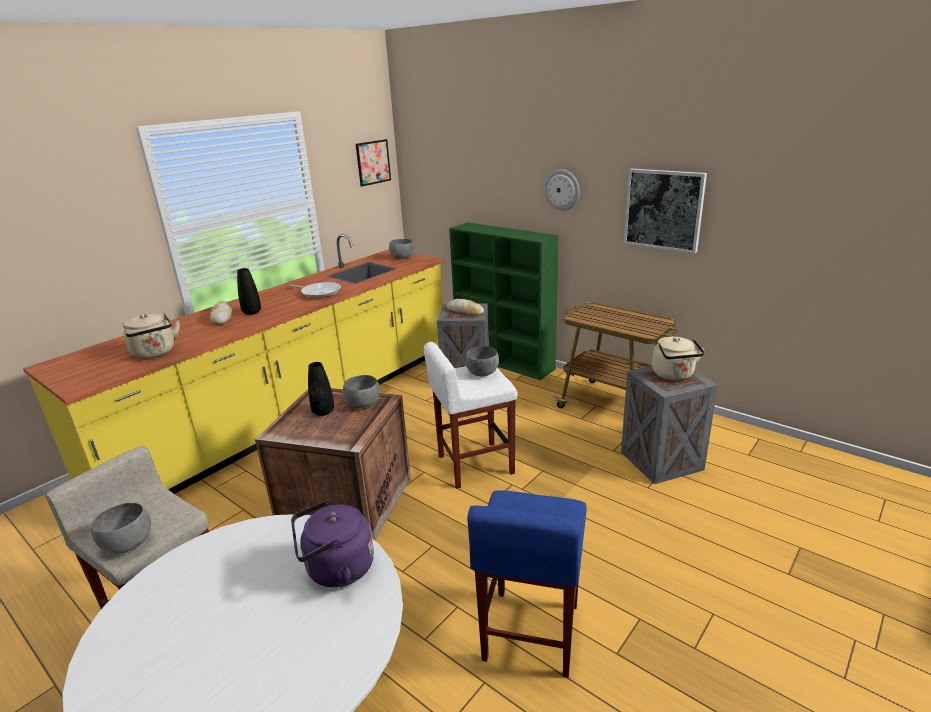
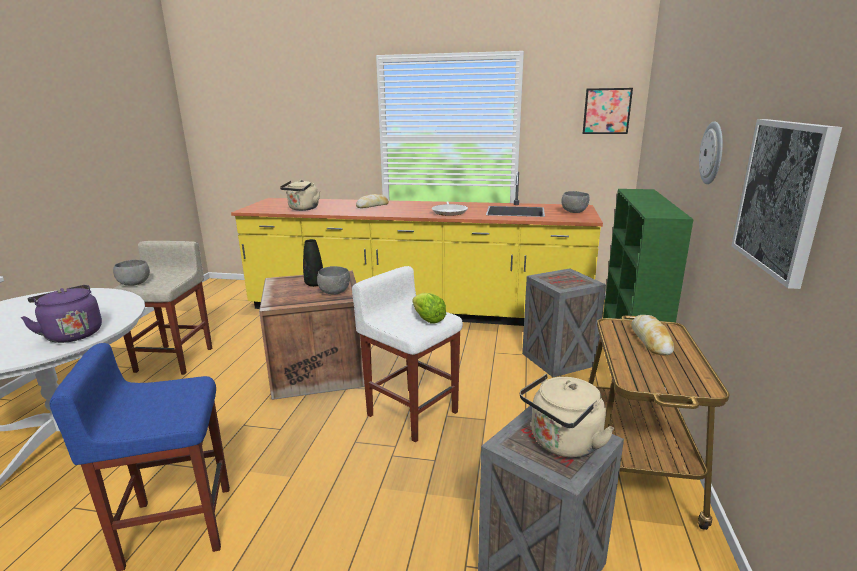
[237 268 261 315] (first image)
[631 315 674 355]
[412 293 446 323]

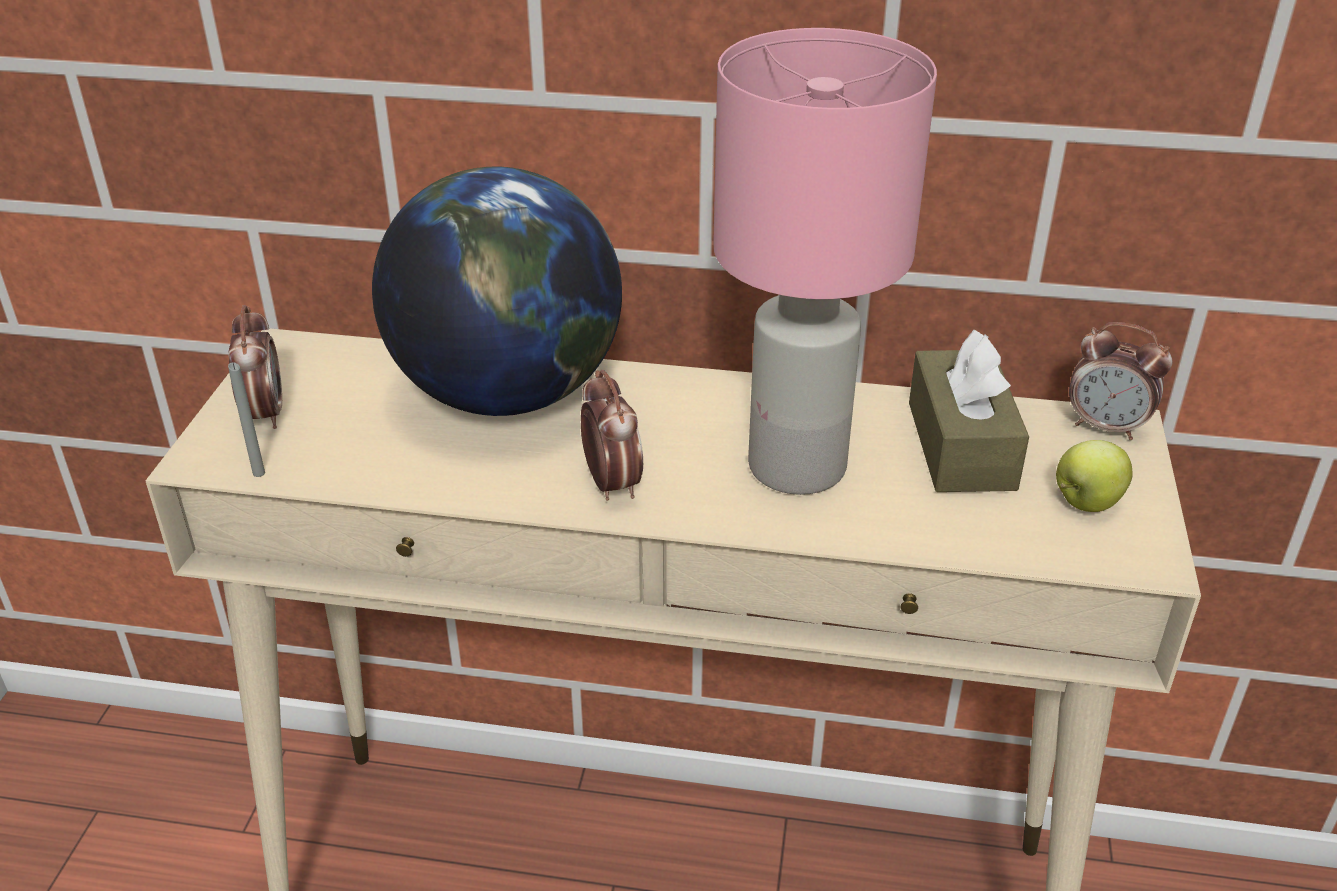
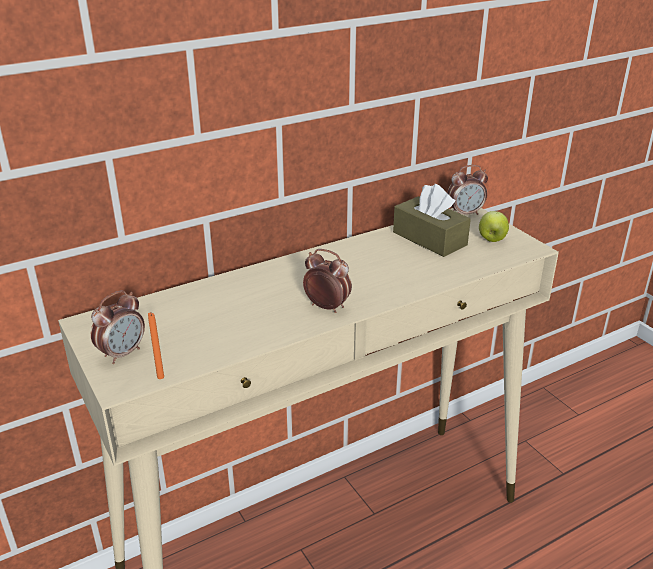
[713 28 937 495] (first image)
[372 166 622 416] (first image)
[91 290 145 364]
[148 313 164 379]

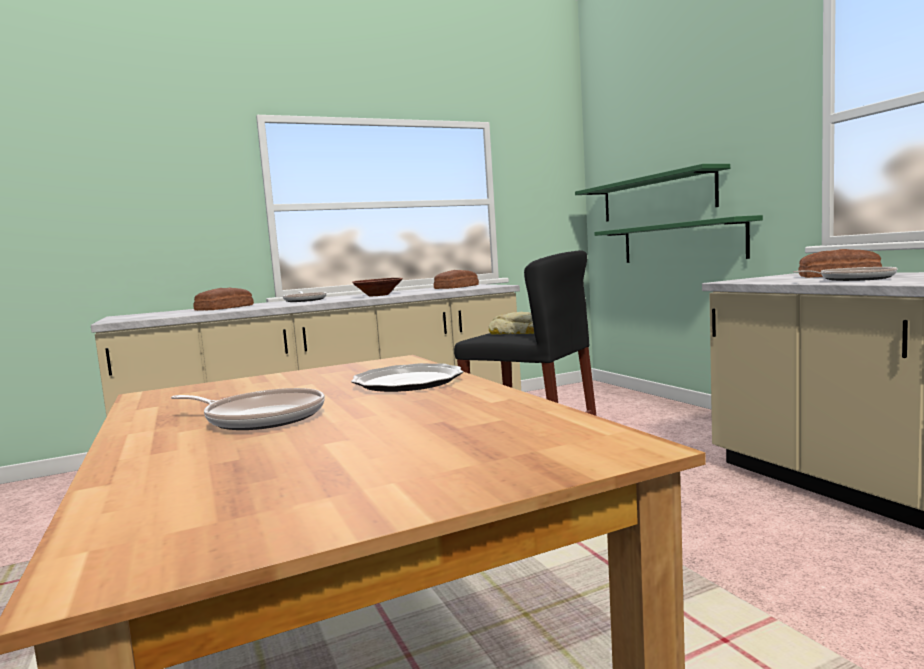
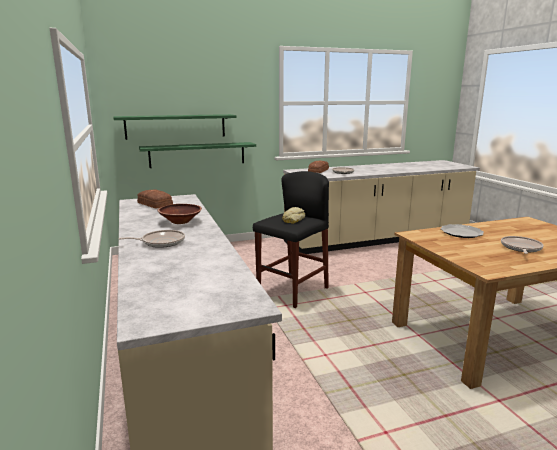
[194 288 254 311] (first image)

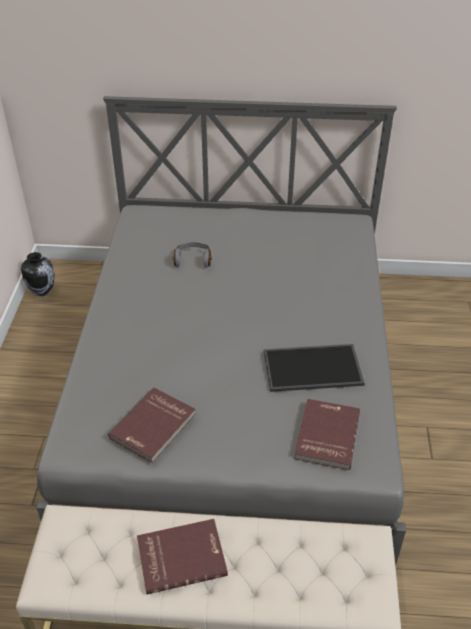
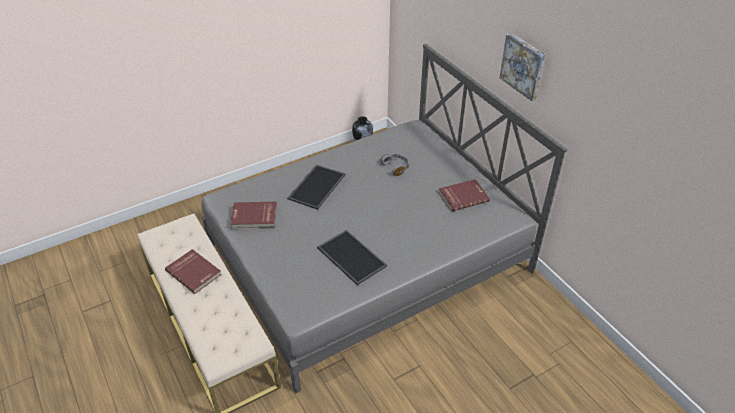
[438 179 490 212]
[500 33 545 101]
[287 164 345 210]

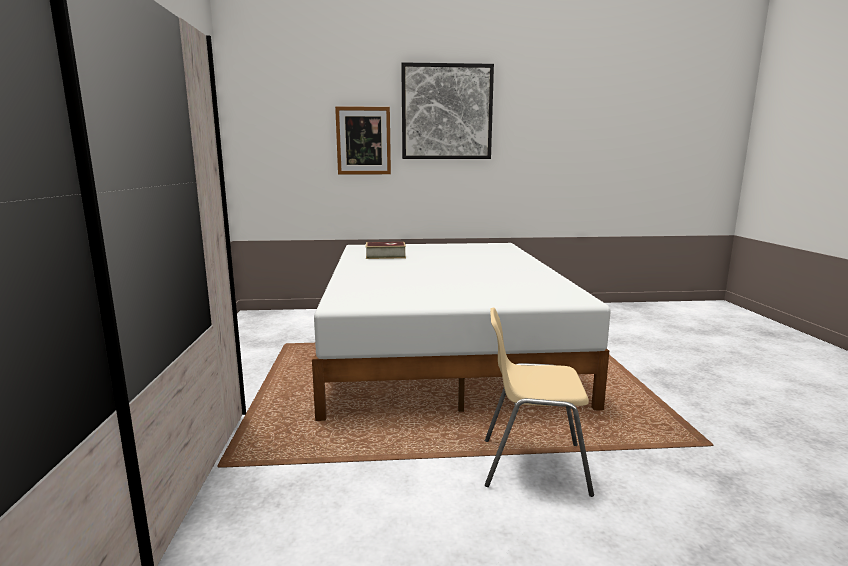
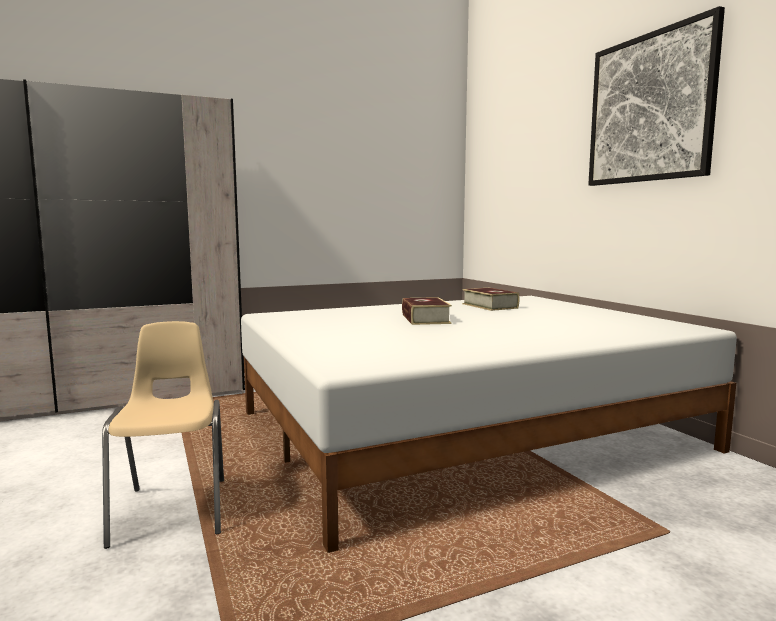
[335 106 391 174] (first image)
[402 297 452 325]

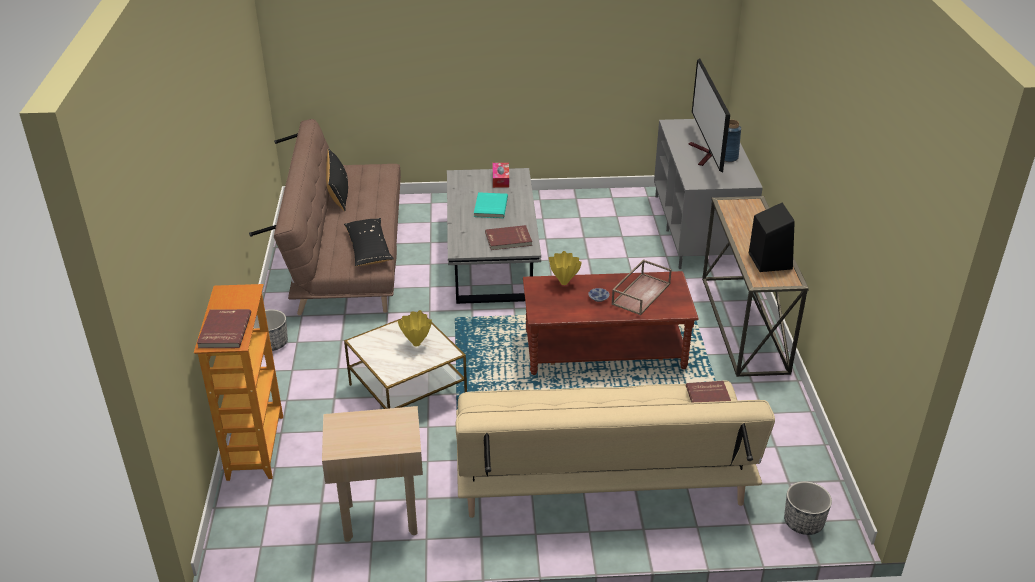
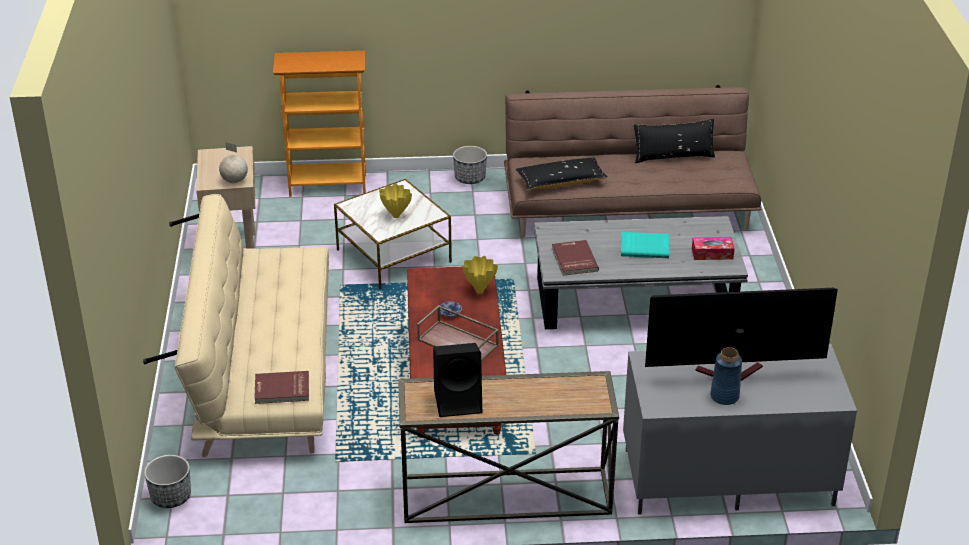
[197 309 251 348] (first image)
[219 142 248 183]

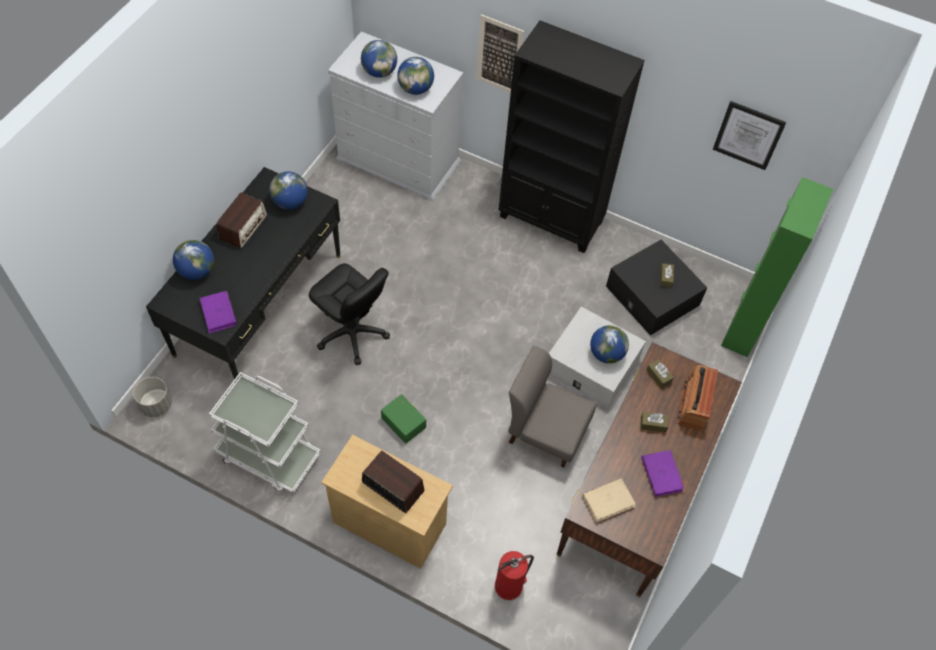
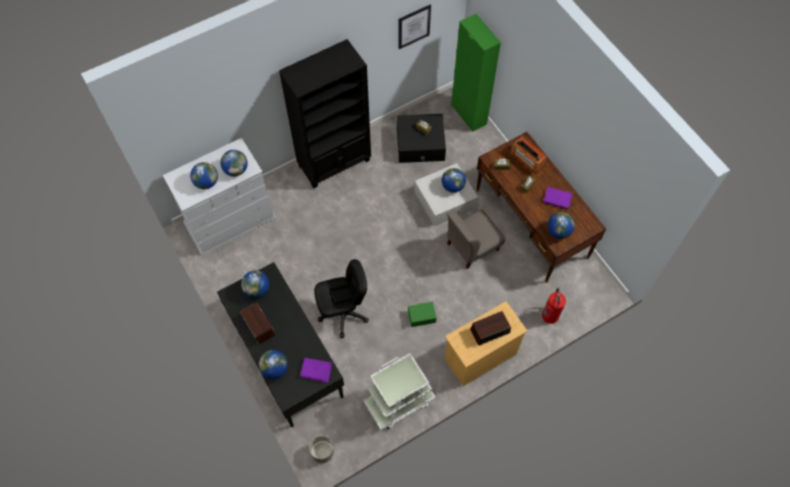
[476 14 524 93] (first image)
[547 212 574 239]

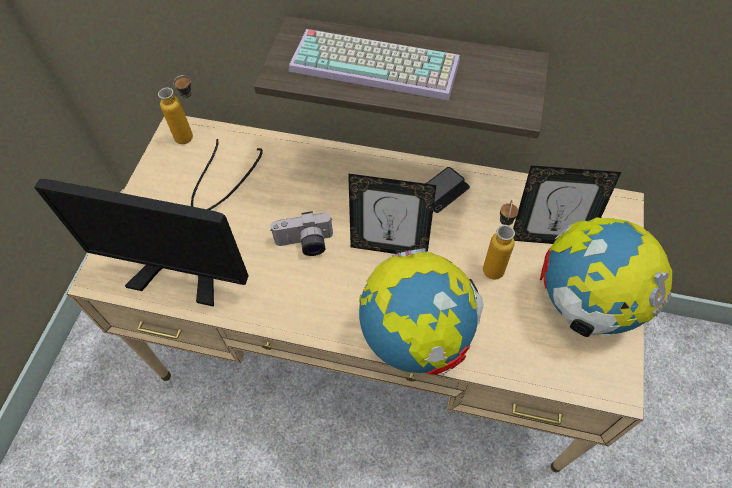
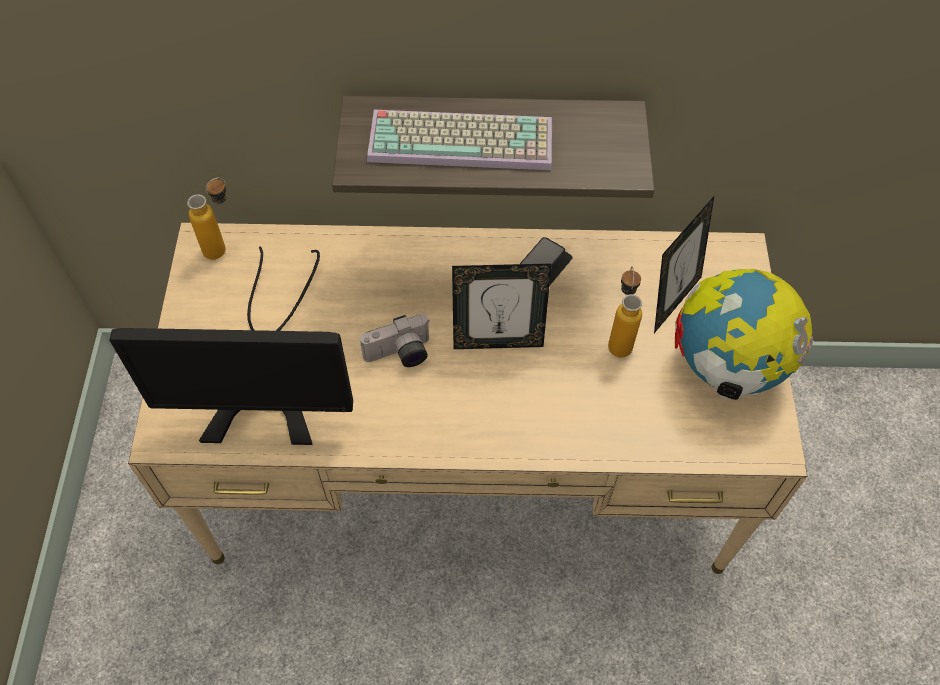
[654 195 715 333]
[359 248 484 375] (first image)

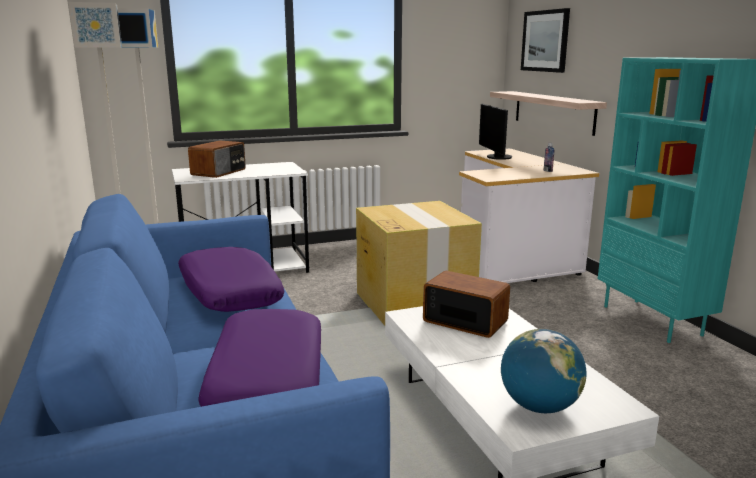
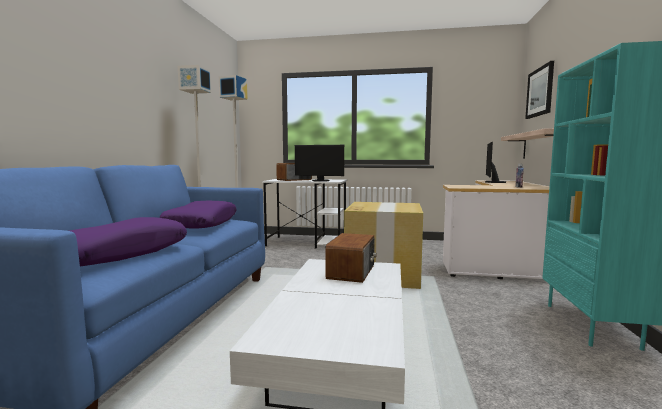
[325 233 377 283]
[501 329 587 413] (first image)
[295 145 344 182]

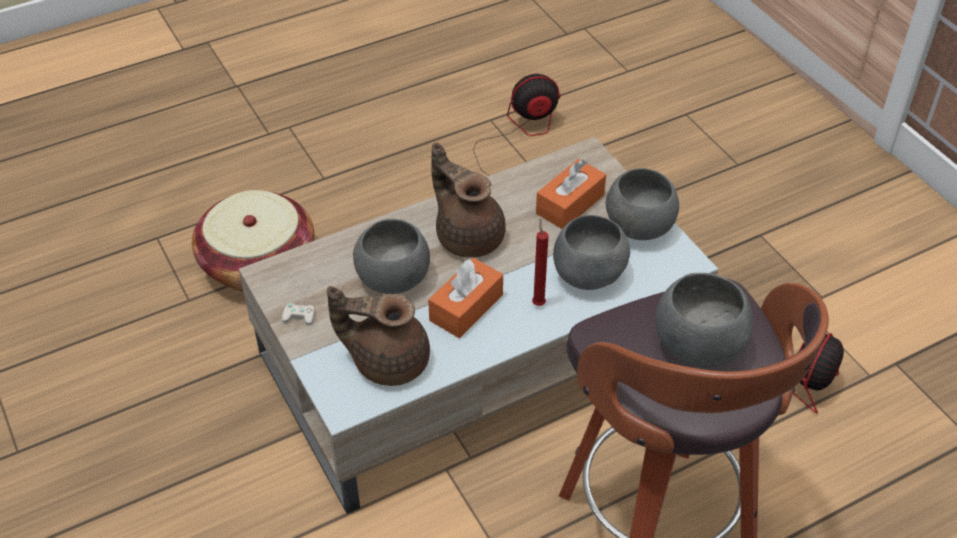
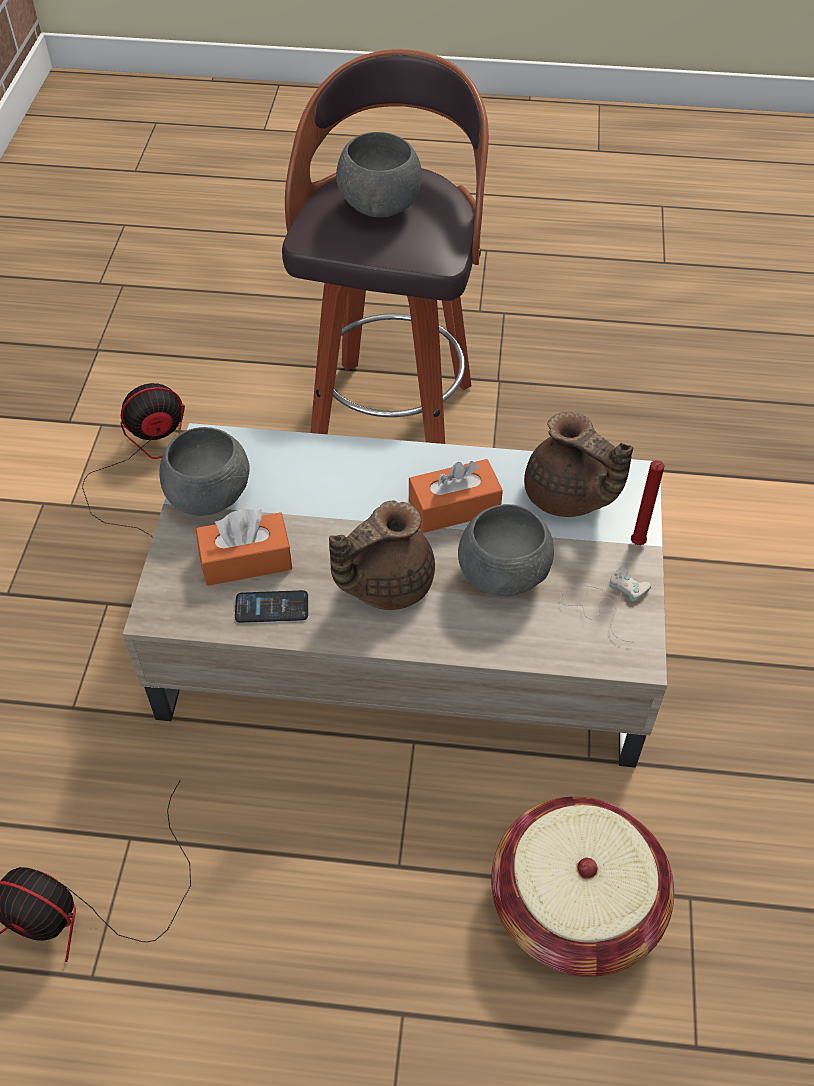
[329 500 435 610]
[553 215 630 290] (first image)
[631 460 665 545]
[235 590 308 623]

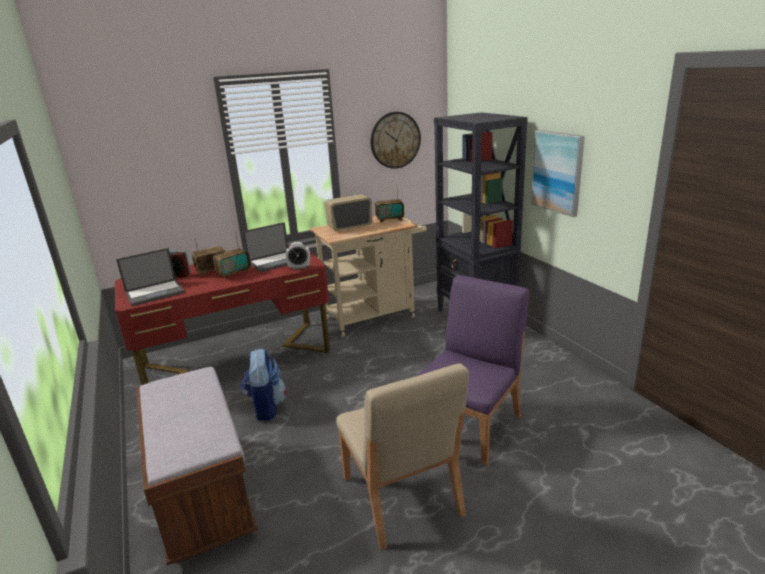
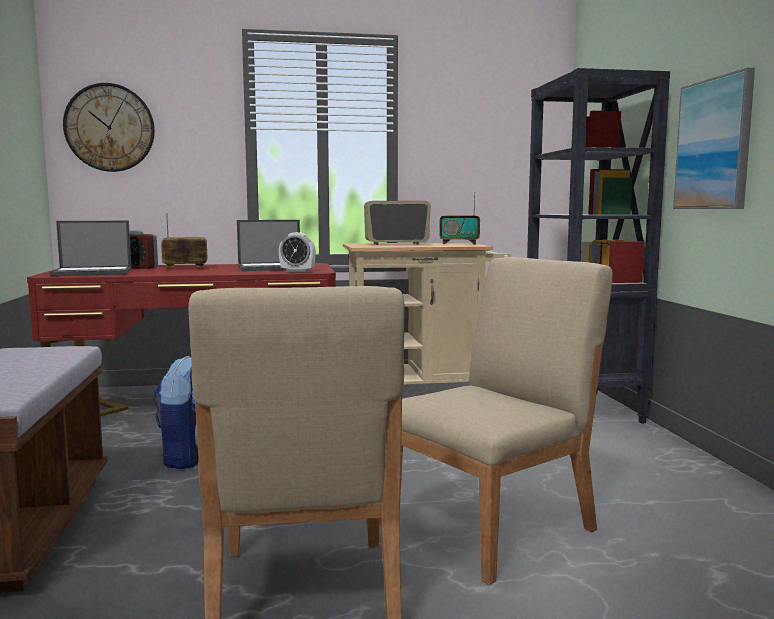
[63 83 155 172]
[213 232 251 279] (first image)
[400 257 613 585]

